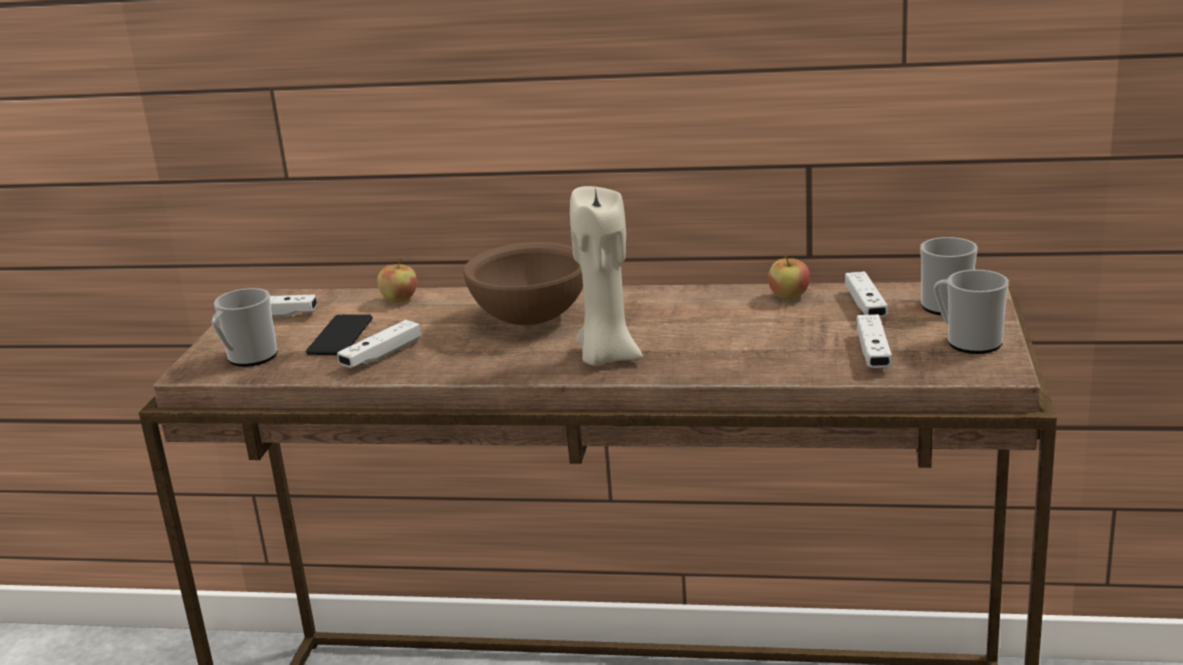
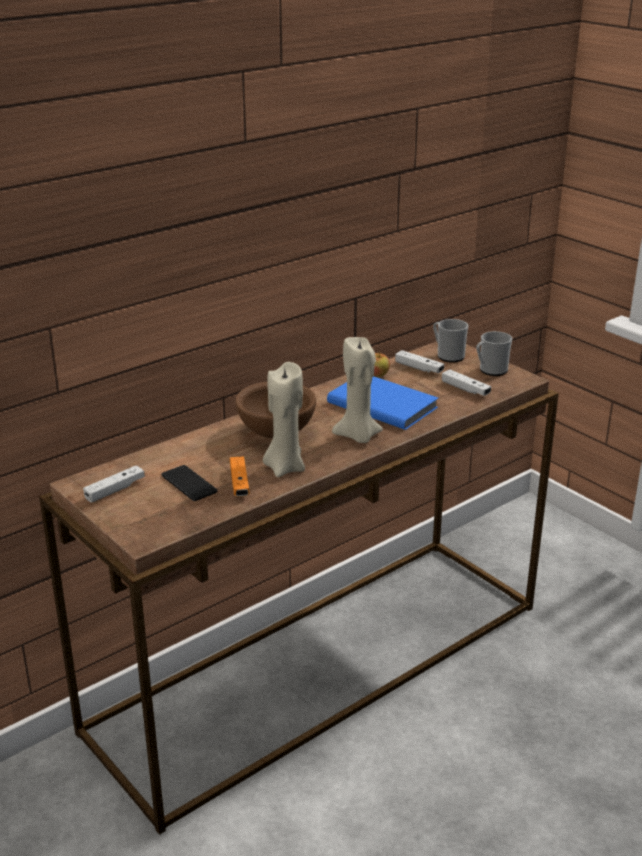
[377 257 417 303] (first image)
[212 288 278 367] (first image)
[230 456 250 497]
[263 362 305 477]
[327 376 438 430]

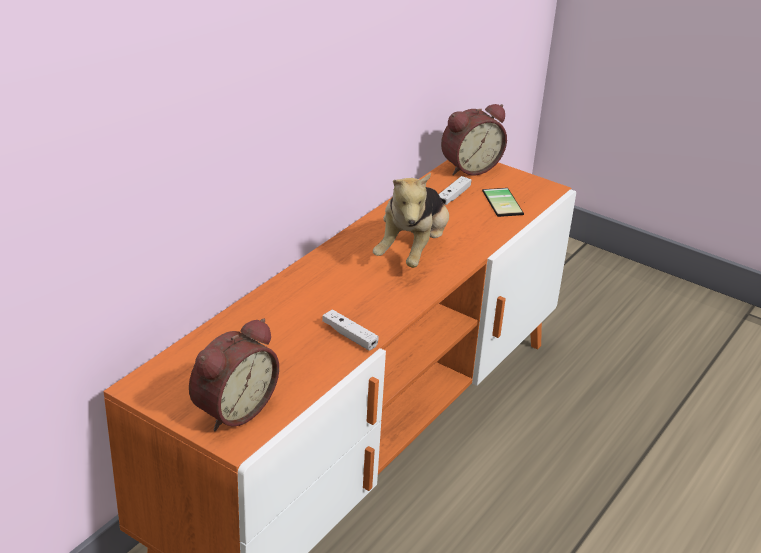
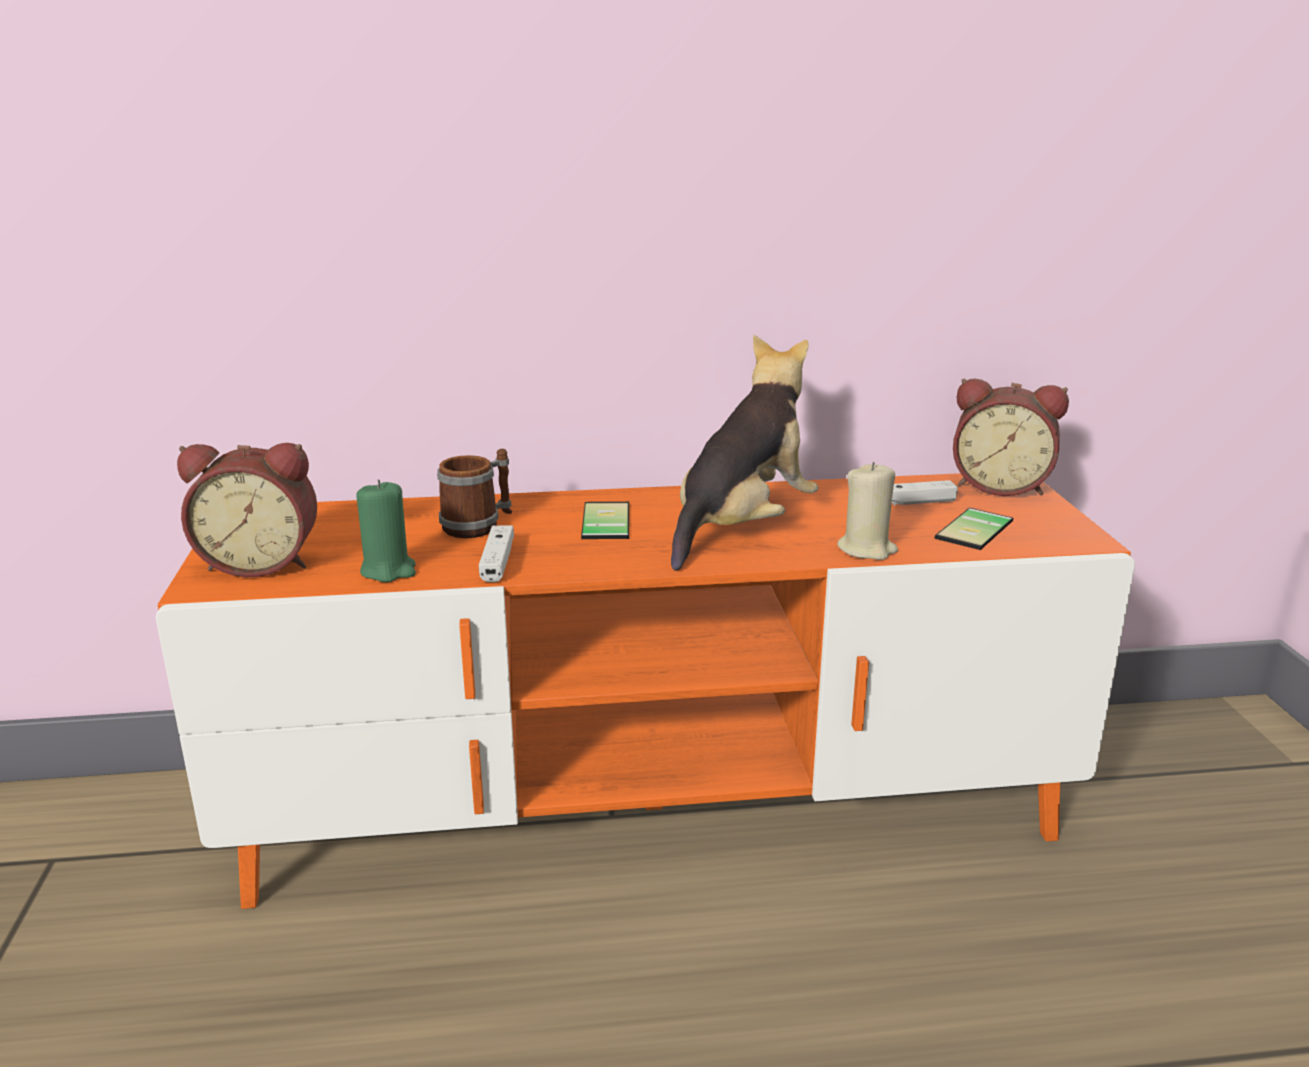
[671 335 818 571]
[437 449 512 538]
[837 462 898 560]
[356 479 416 583]
[573 502 629 539]

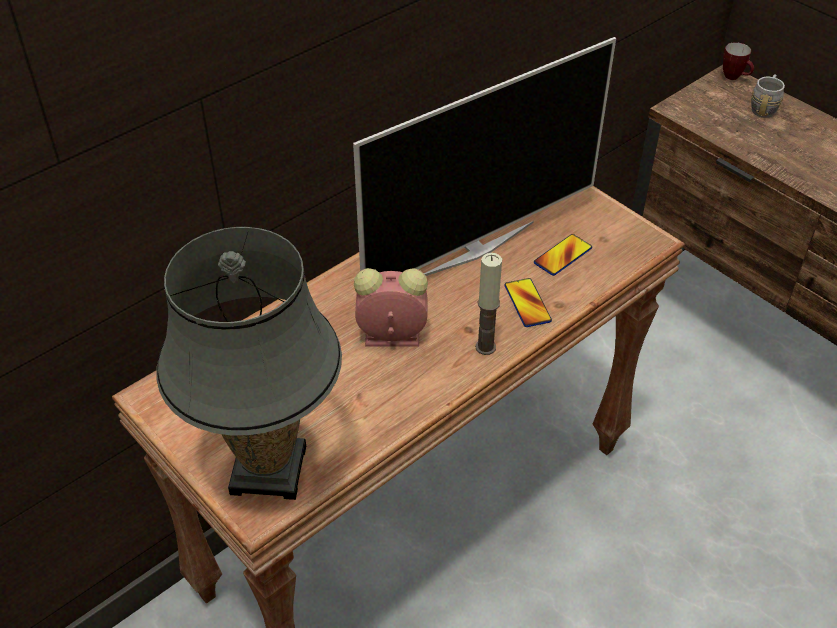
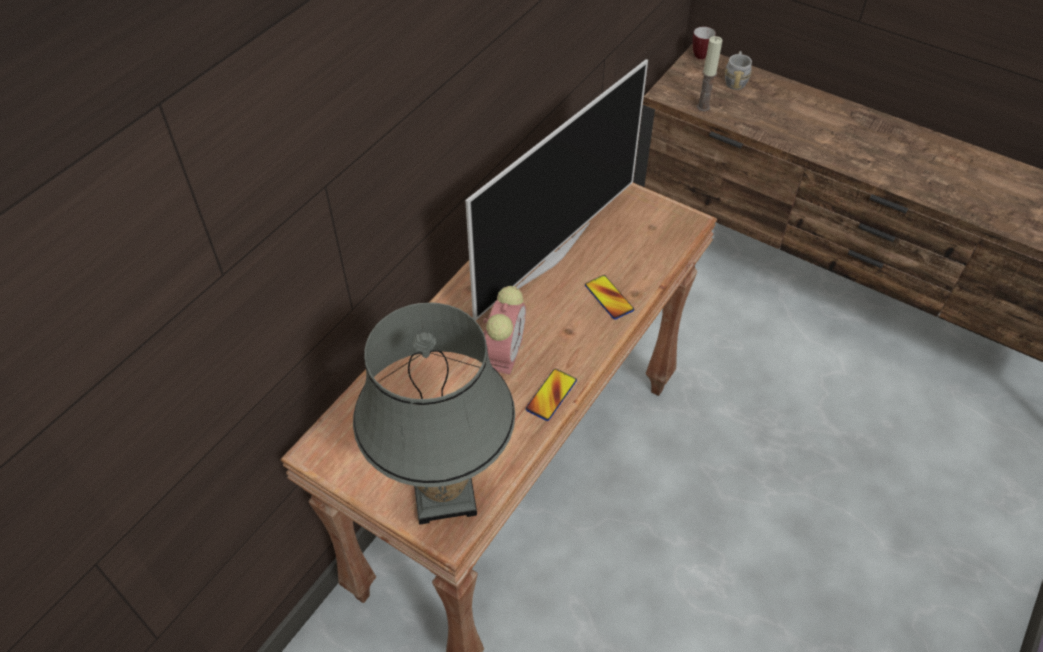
[526 369 577 421]
[697 36 723 111]
[483 286 526 375]

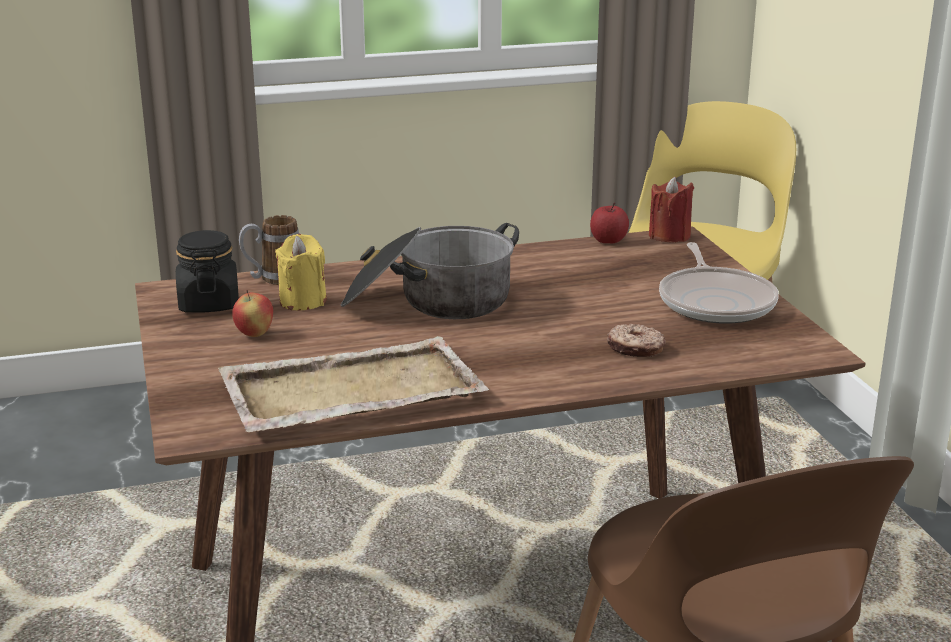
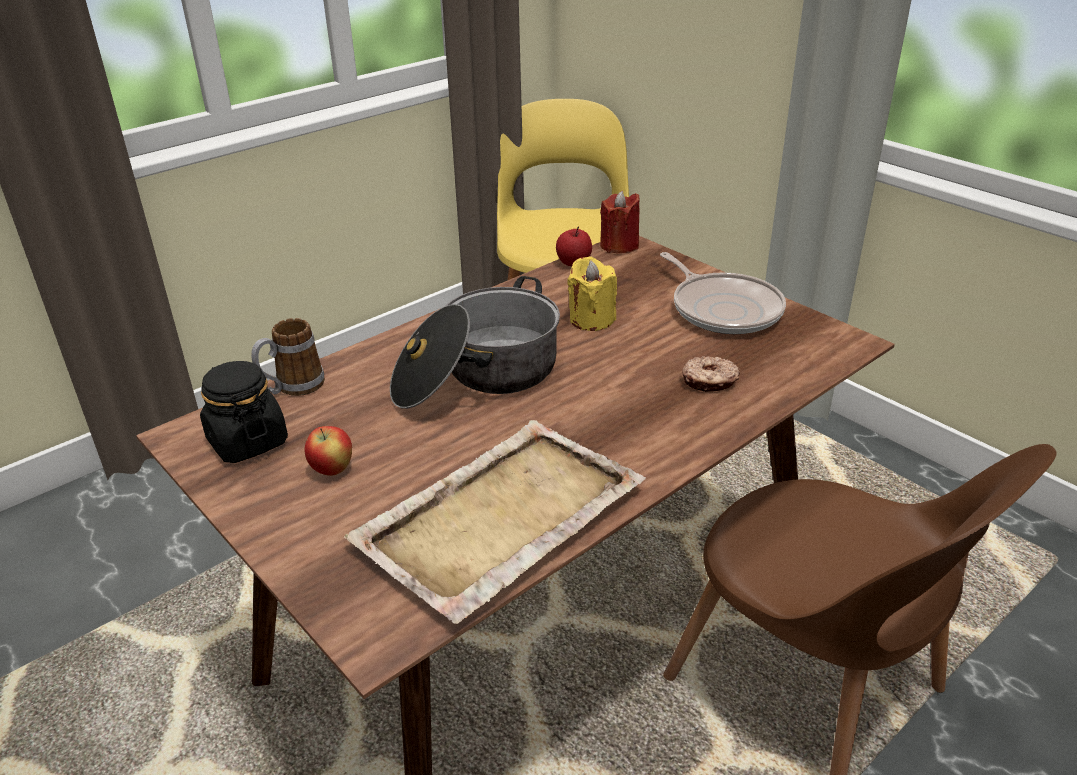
[567 257 617 331]

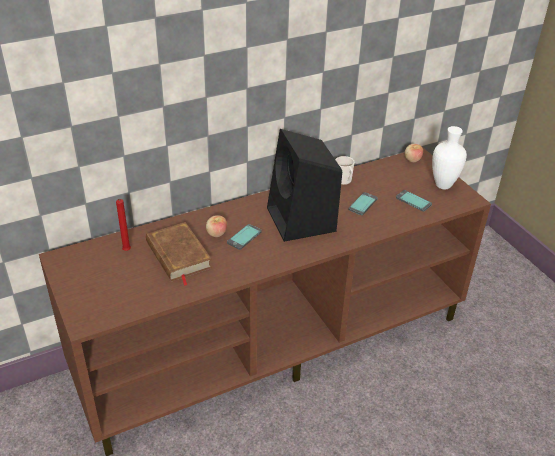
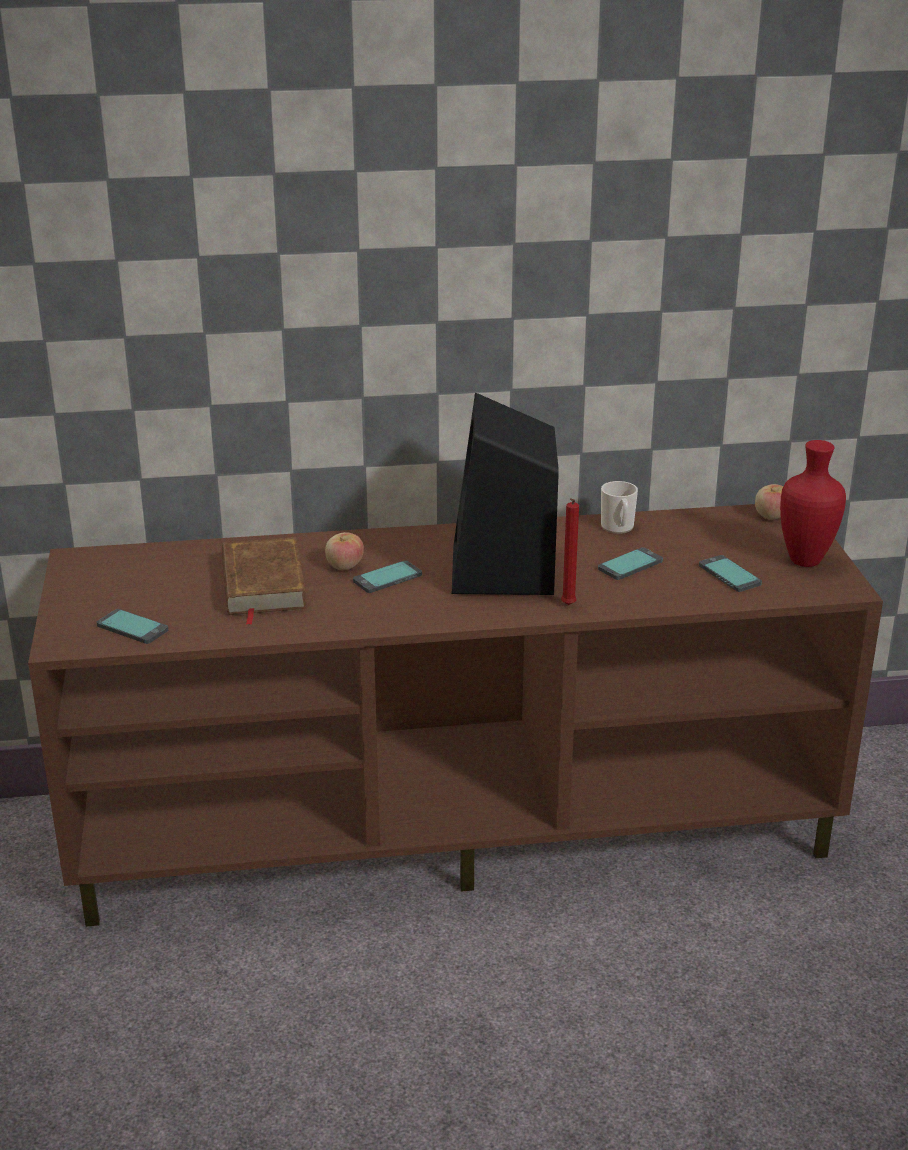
[780 440 846 567]
[561 498 579 605]
[97 609 168 644]

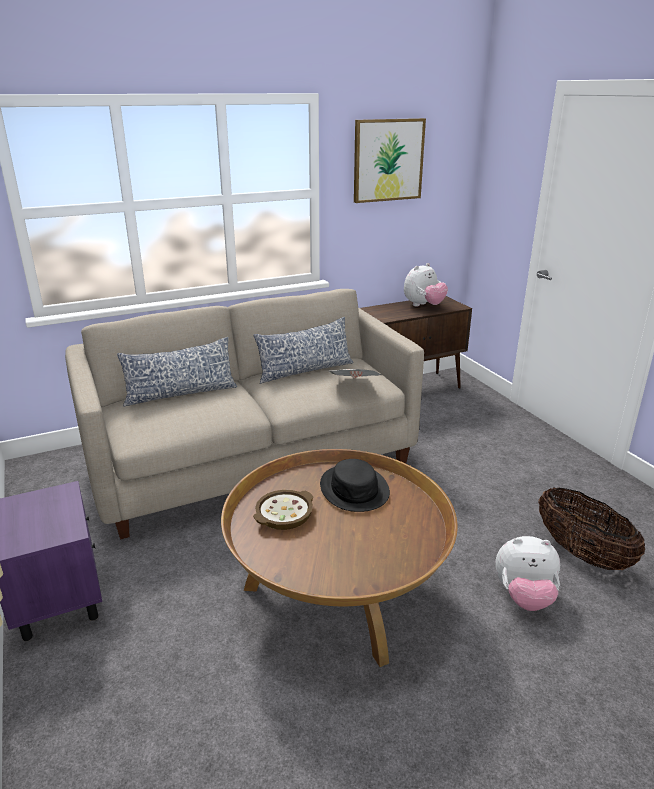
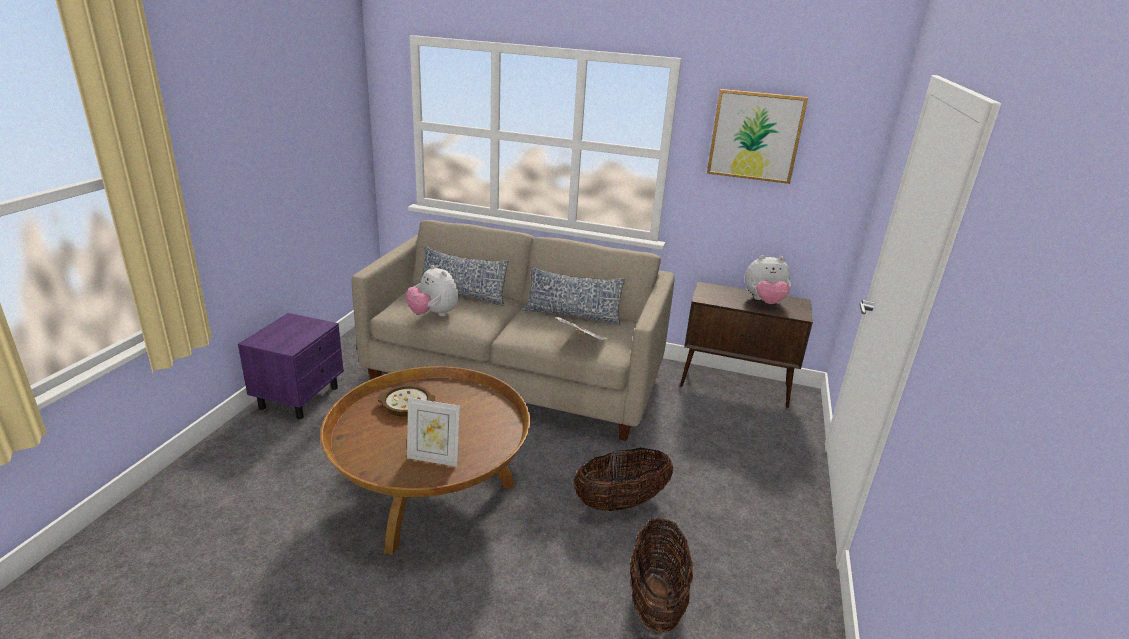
[320 459 390 512] (first image)
[406 265 458 316]
[407 398 460 467]
[573 448 673 511]

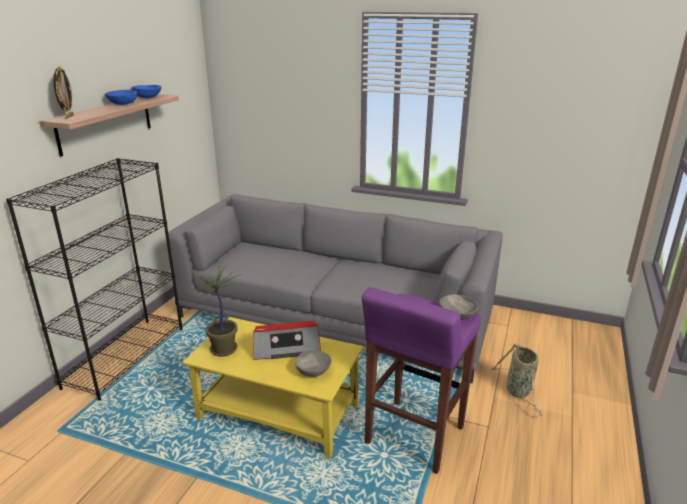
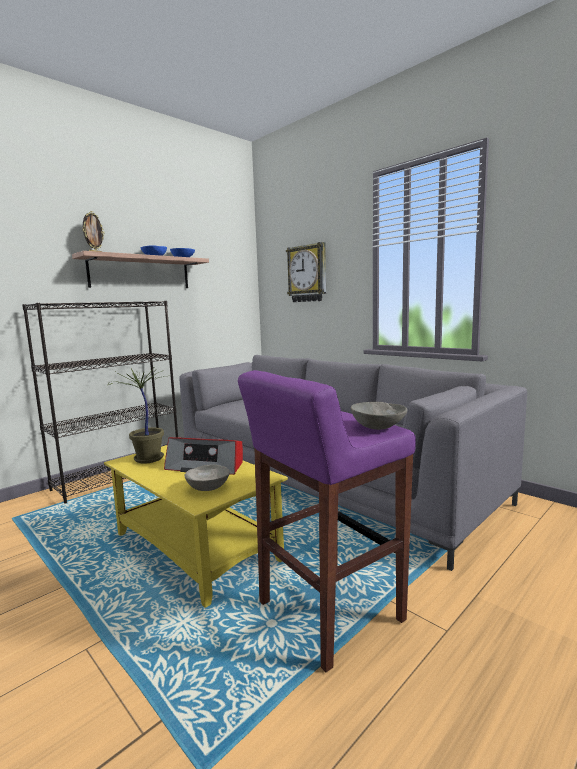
[492 344 543 416] (first image)
[286 242 326 302]

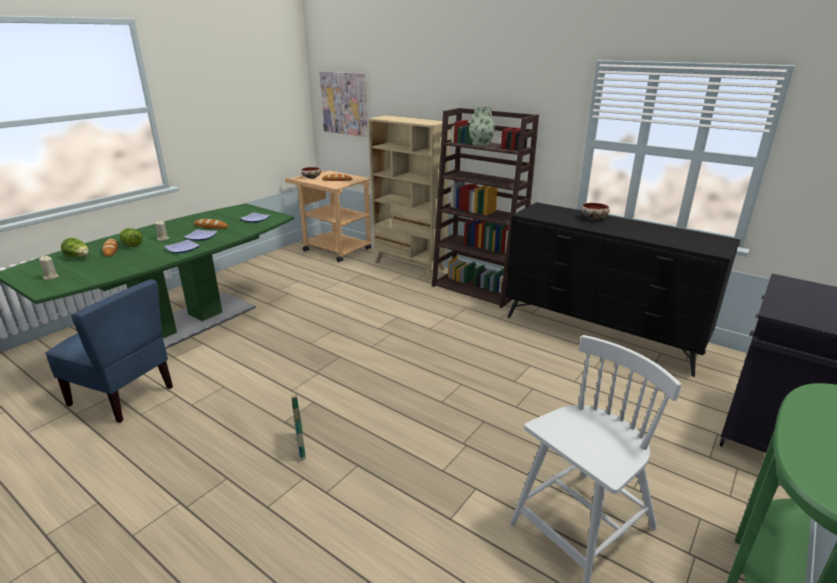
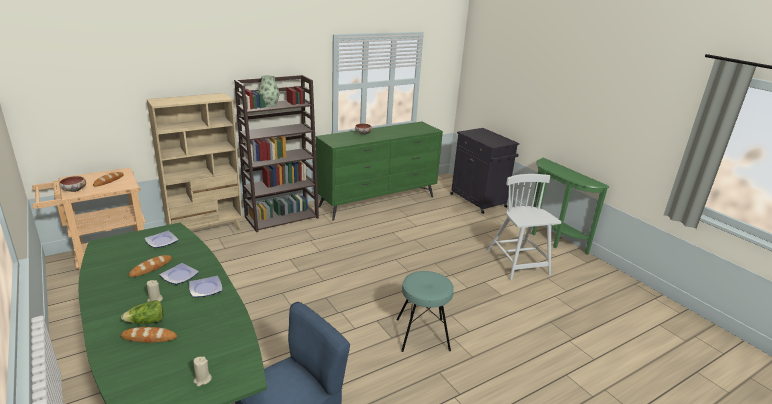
[319 71 368 137] (first image)
[315 122 443 221]
[61 238 89 257] (first image)
[397 271 454 352]

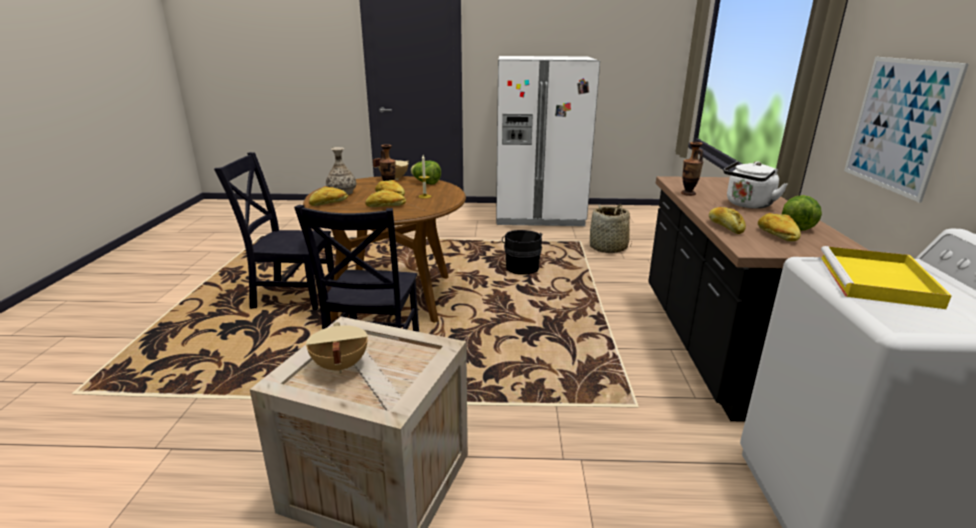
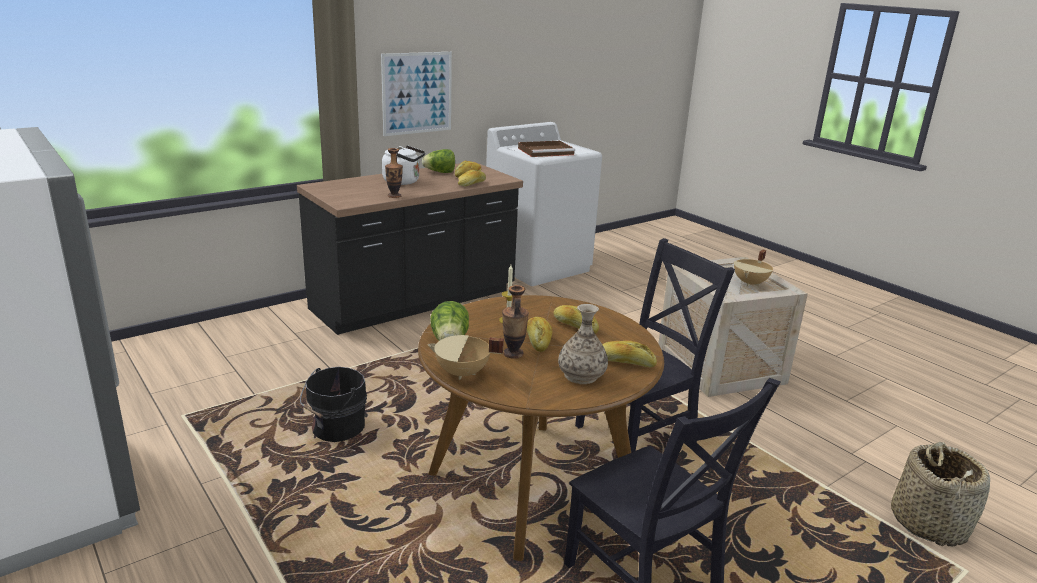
[891 442 990 546]
[518 141 575 157]

